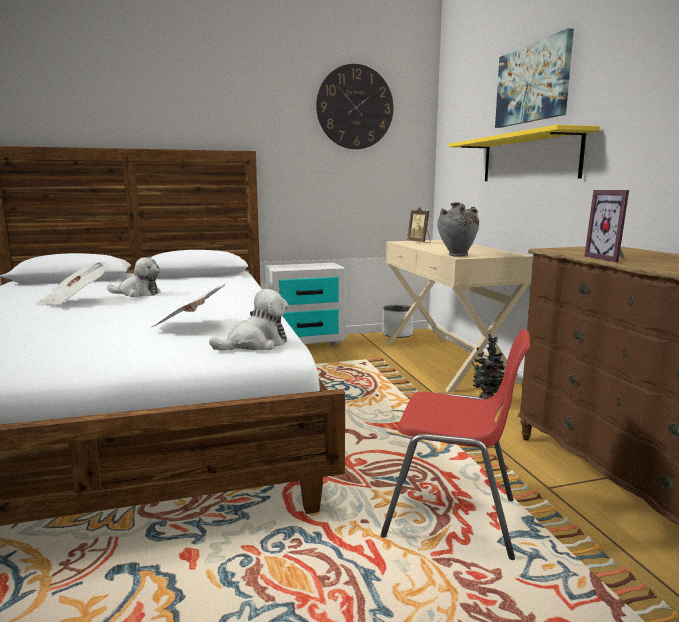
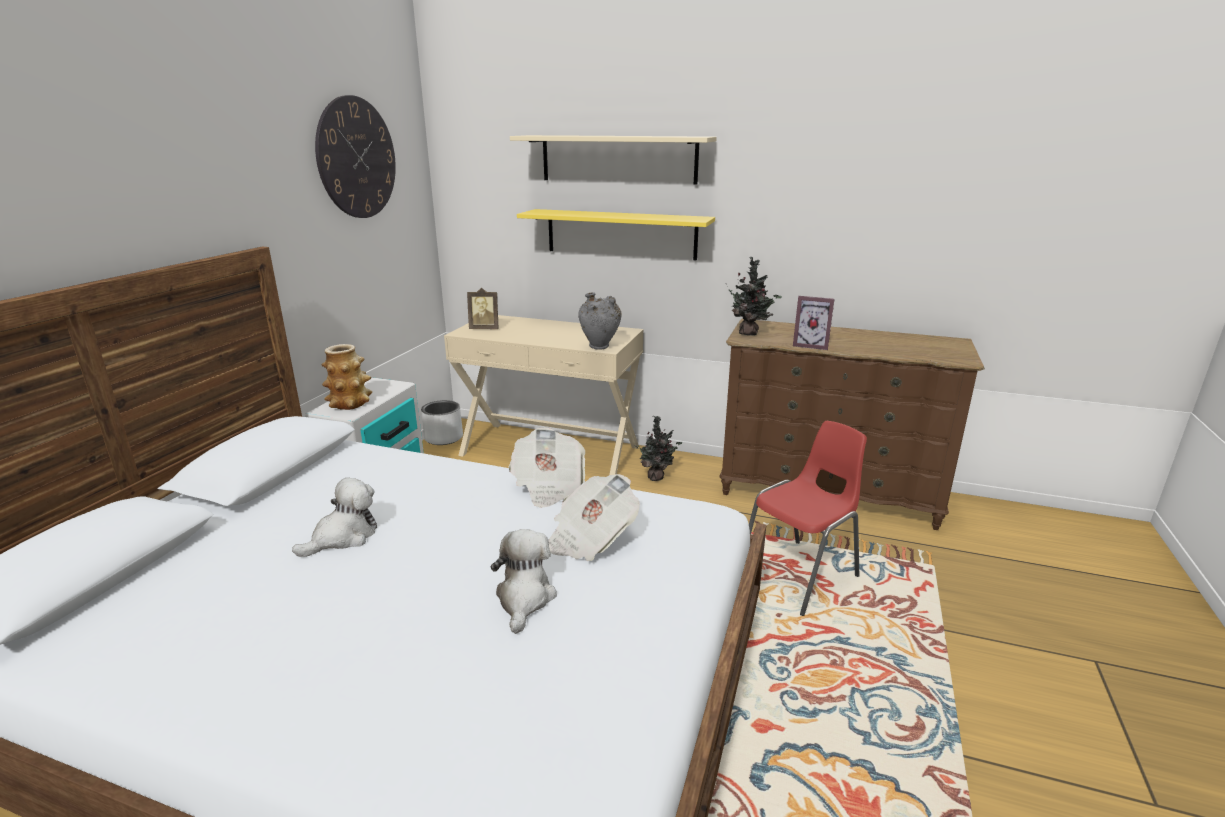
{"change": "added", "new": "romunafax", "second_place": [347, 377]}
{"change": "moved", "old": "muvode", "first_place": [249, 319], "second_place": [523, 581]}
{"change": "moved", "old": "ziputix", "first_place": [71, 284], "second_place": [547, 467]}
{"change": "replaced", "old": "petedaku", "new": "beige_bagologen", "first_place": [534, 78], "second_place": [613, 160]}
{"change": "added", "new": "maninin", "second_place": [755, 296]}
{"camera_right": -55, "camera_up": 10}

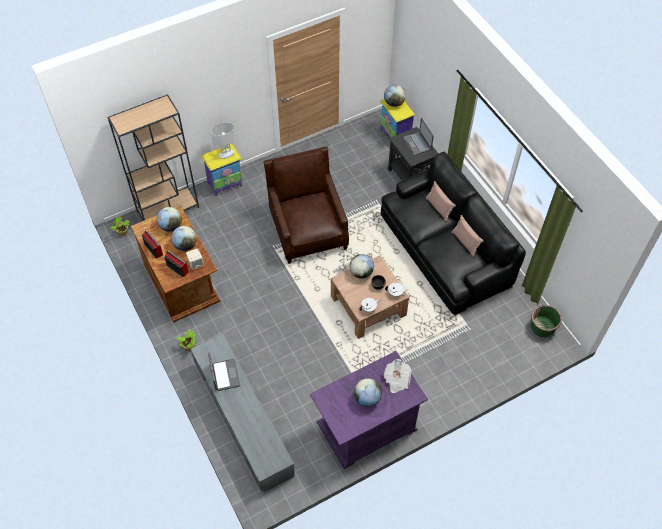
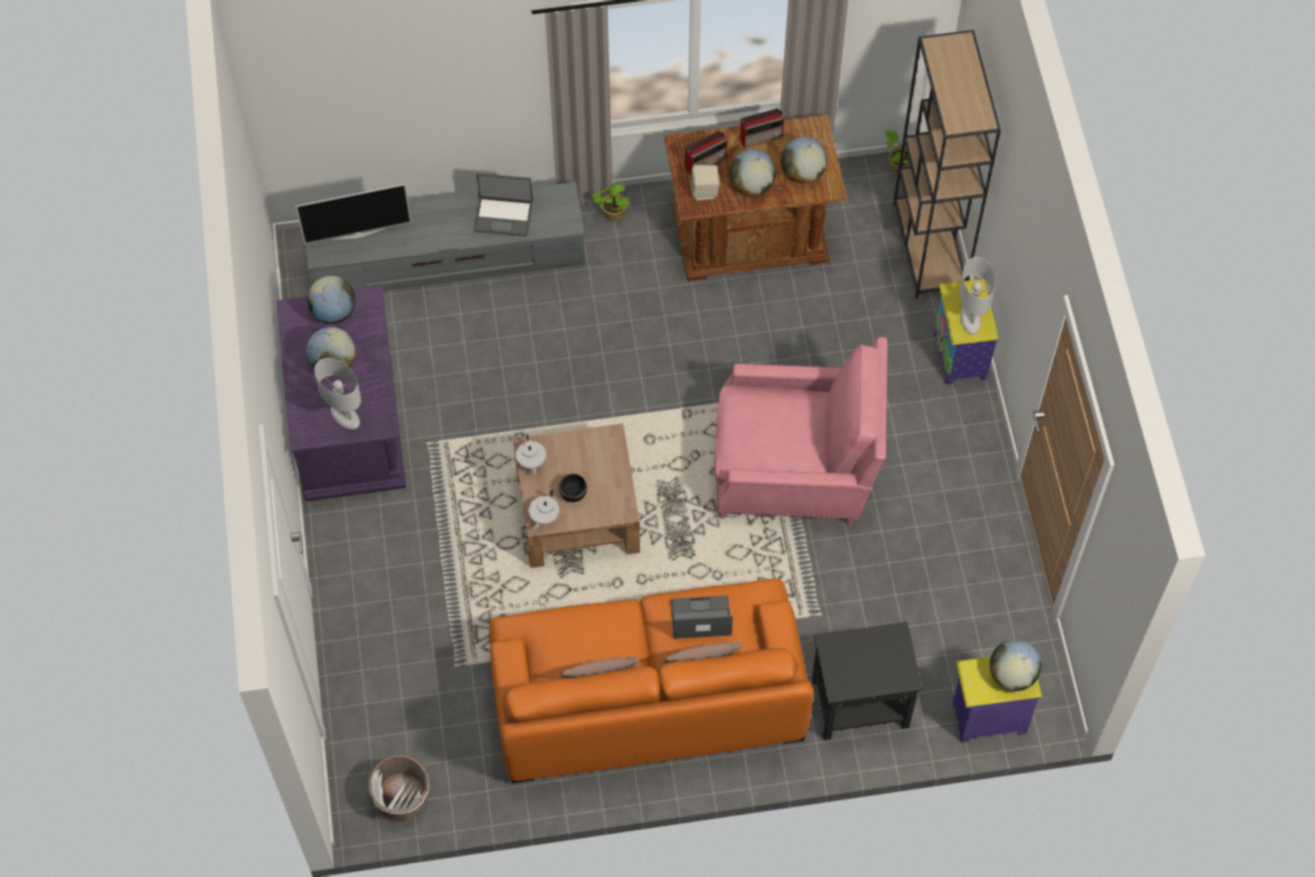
{"change": "added", "new": "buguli", "second_place": [354, 214]}
{"change": "moved", "old": "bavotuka", "first_place": [362, 266], "second_place": [331, 300]}
{"change": "replaced", "old": "ziputix", "new": "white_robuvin", "first_place": [397, 376], "second_place": [337, 394]}
{"change": "recoloured", "old": "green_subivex", "new": "white_subivex", "first_place": [546, 321], "second_place": [398, 787]}
{"change": "recoloured", "old": "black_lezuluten", "new": "orange_lezuluten", "first_place": [453, 233], "second_place": [651, 680]}
{"change": "moved", "old": "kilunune", "first_place": [418, 137], "second_place": [702, 617]}
{"change": "recoloured", "old": "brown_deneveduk", "new": "pink_deneveduk", "first_place": [306, 205], "second_place": [801, 431]}
{"camera_right": 110, "camera_up": 5}

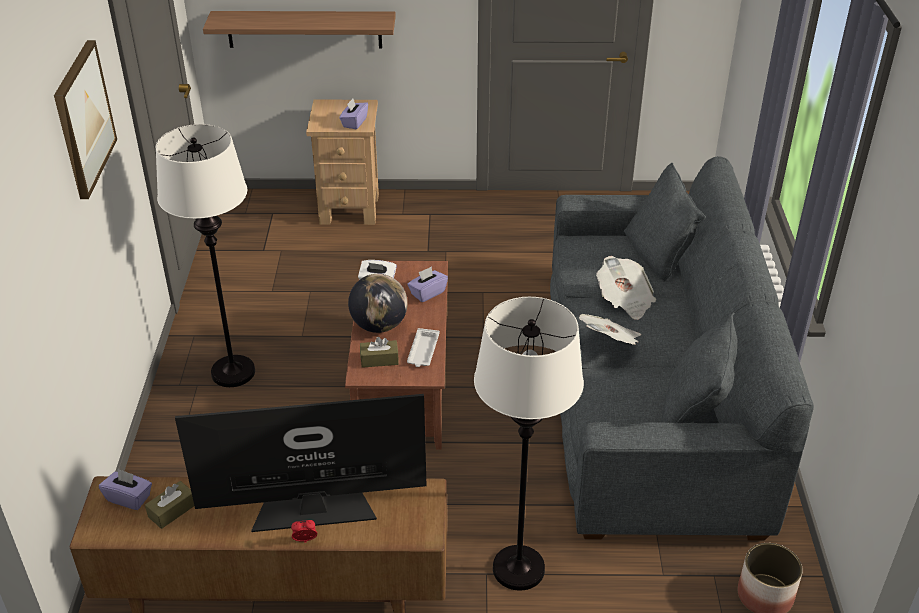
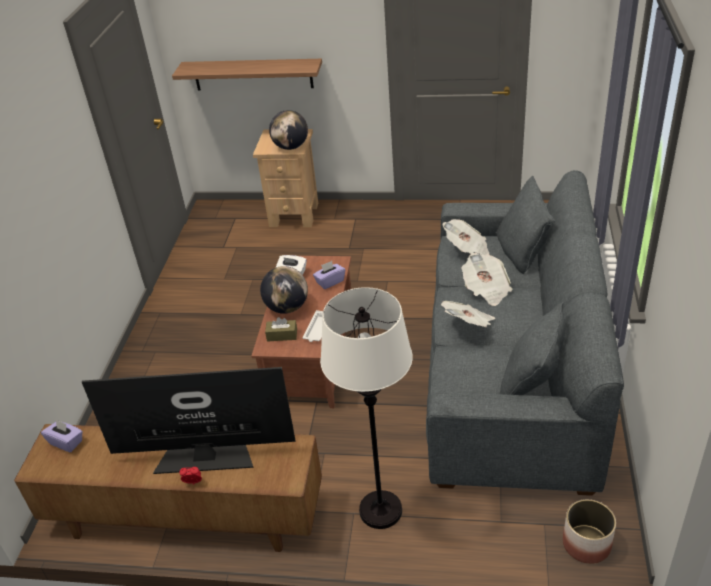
{"change": "replaced", "old": "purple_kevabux", "new": "bavotuka", "first_place": [353, 114], "second_place": [288, 130]}
{"change": "added", "new": "ziputix", "second_place": [466, 237]}
{"change": "removed", "old": "petedaku", "first_place": [85, 119]}
{"change": "removed", "old": "brown_kevabux", "first_place": [169, 505]}
{"change": "removed", "old": "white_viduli", "first_place": [205, 255]}
{"camera_right": 10, "camera_up": 0}

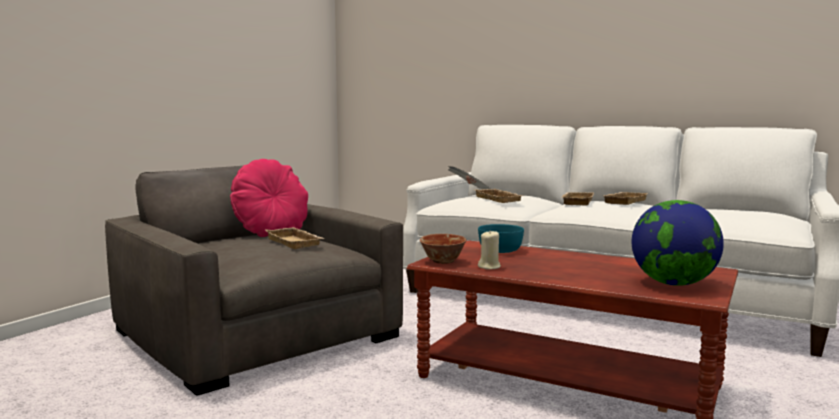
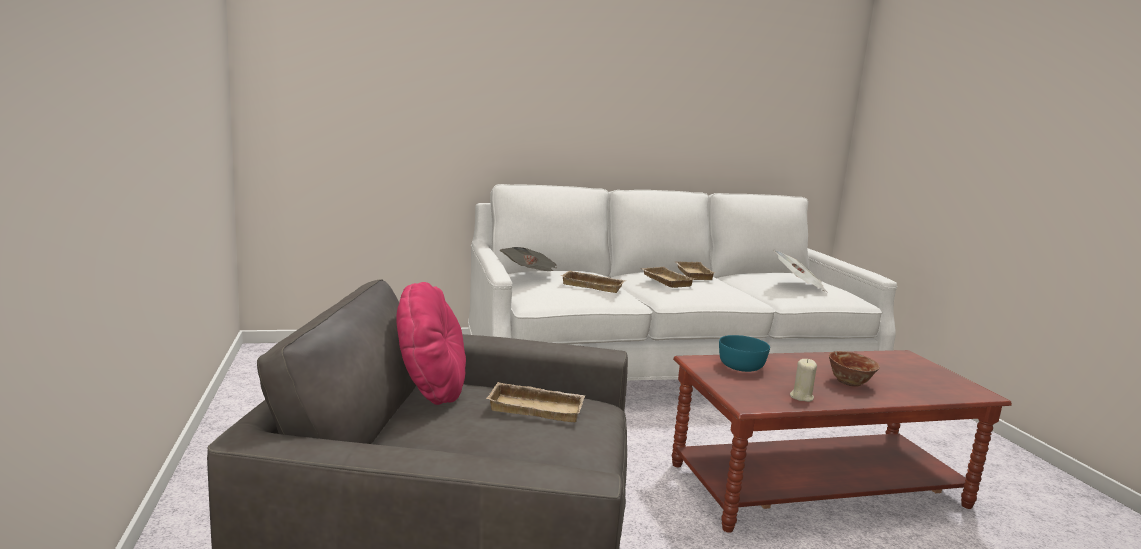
{"change": "added", "new": "ziputix", "second_place": [800, 270]}
{"change": "moved", "old": "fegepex", "first_place": [443, 249], "second_place": [854, 369]}
{"change": "removed", "old": "bavotuka", "first_place": [678, 243]}
{"camera_right": -45, "camera_up": 5}

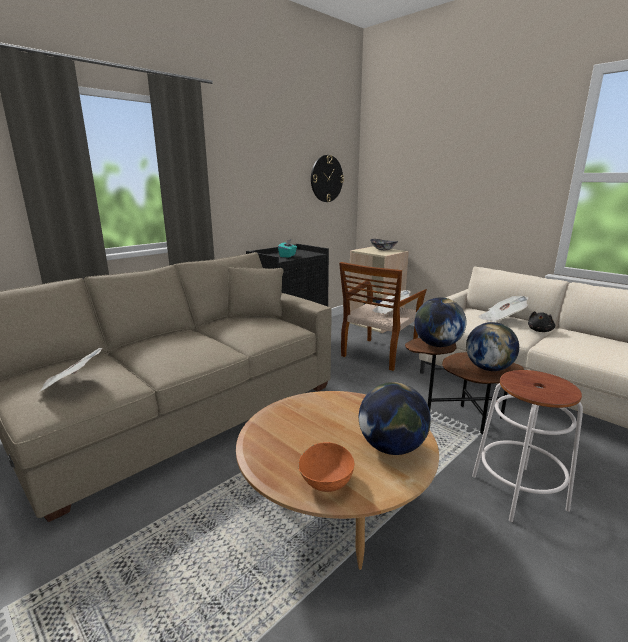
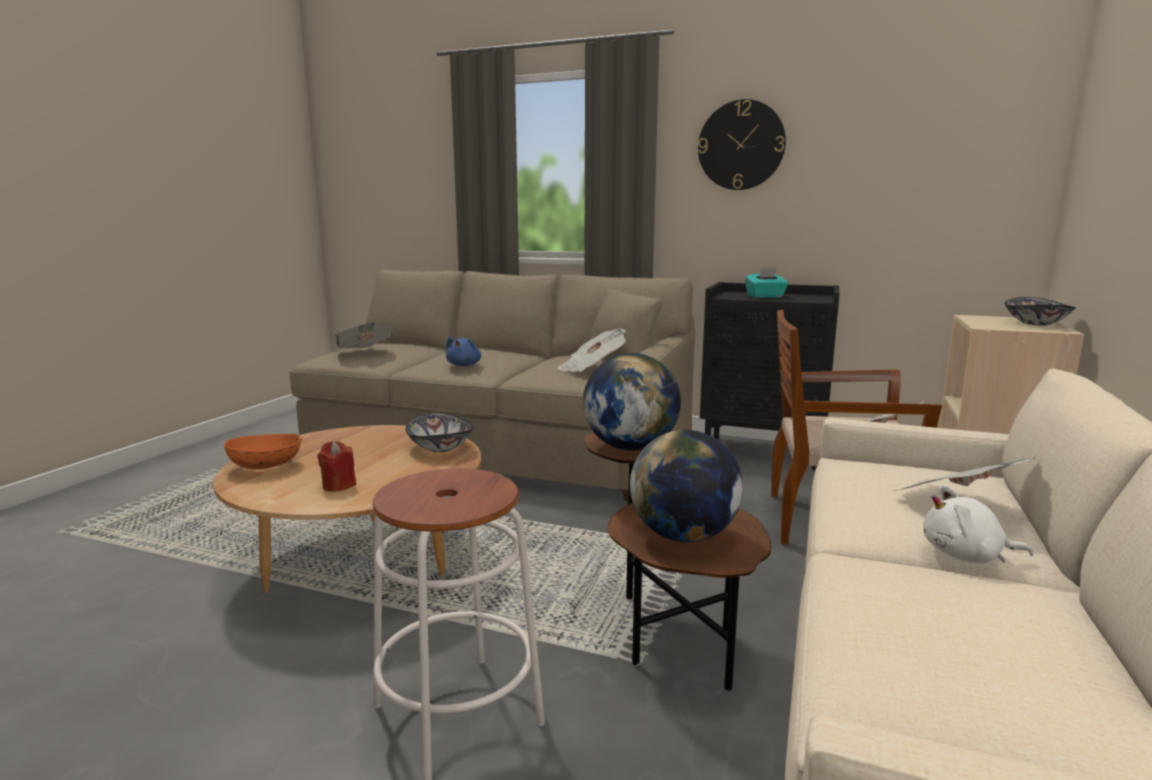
{"change": "replaced", "old": "bavotuka", "new": "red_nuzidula", "first_place": [395, 418], "second_place": [337, 466]}
{"change": "added", "new": "fegepex", "second_place": [440, 432]}
{"change": "added", "new": "blue_muvode", "second_place": [464, 351]}
{"change": "added", "new": "ziputix", "second_place": [592, 350]}
{"change": "moved", "old": "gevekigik", "first_place": [327, 178], "second_place": [742, 144]}
{"change": "recoloured", "old": "black_muvode", "new": "white_muvode", "first_place": [541, 321], "second_place": [978, 524]}
{"camera_right": 65, "camera_up": -5}

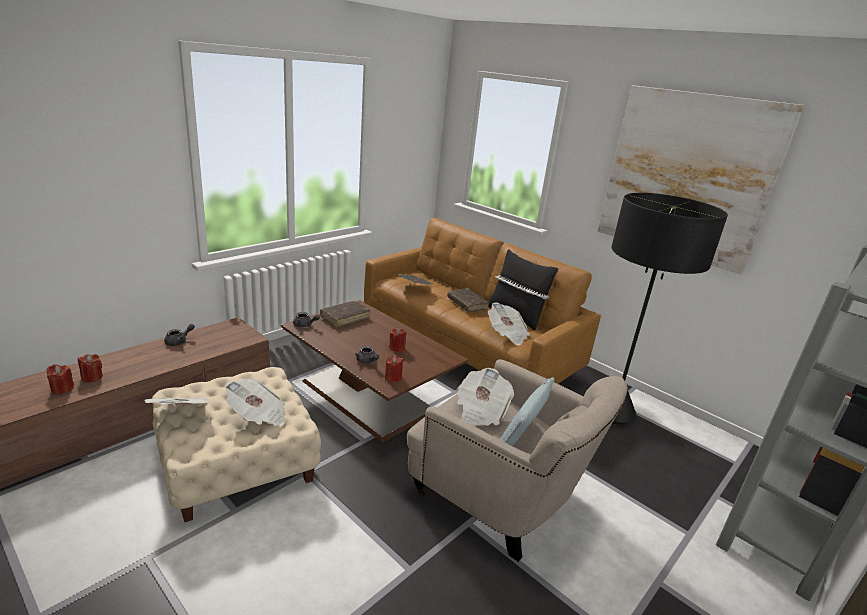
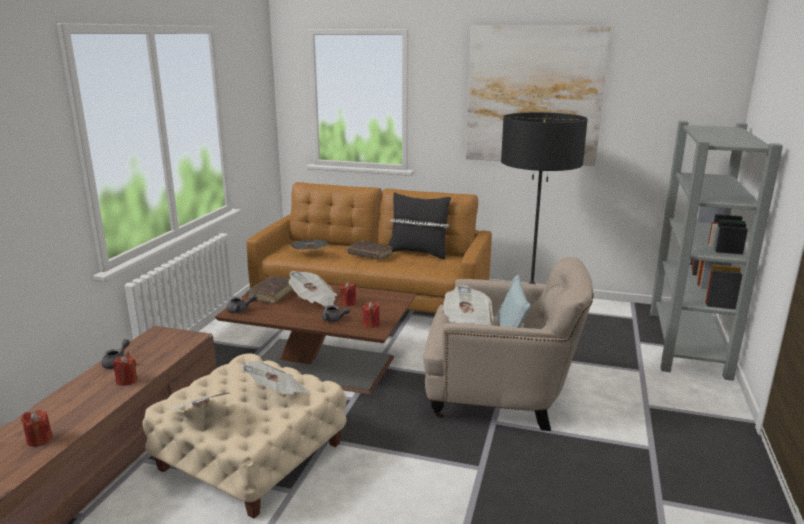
{"change": "moved", "old": "red_nuzidula", "first_place": [90, 368], "second_place": [125, 370]}
{"change": "moved", "old": "ziputix", "first_place": [509, 324], "second_place": [313, 289]}
{"camera_right": -25, "camera_up": -5}

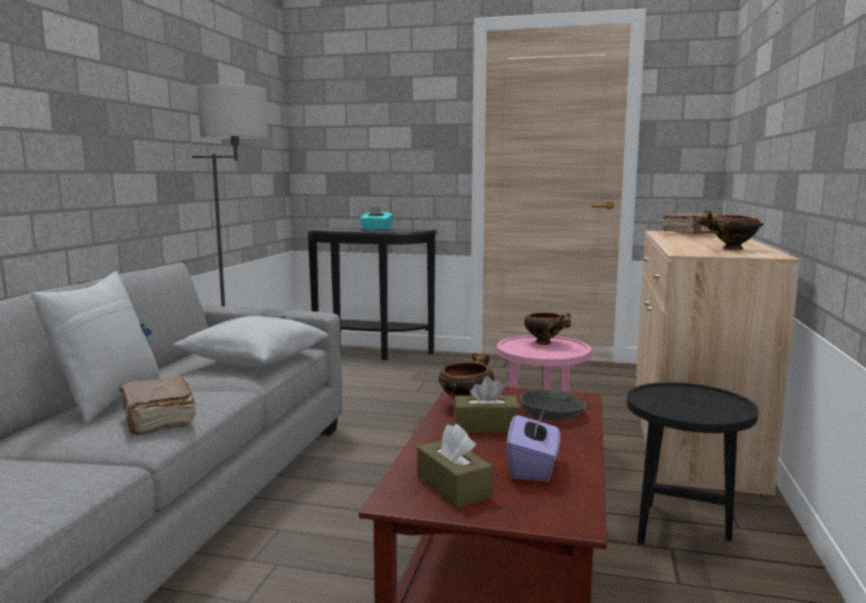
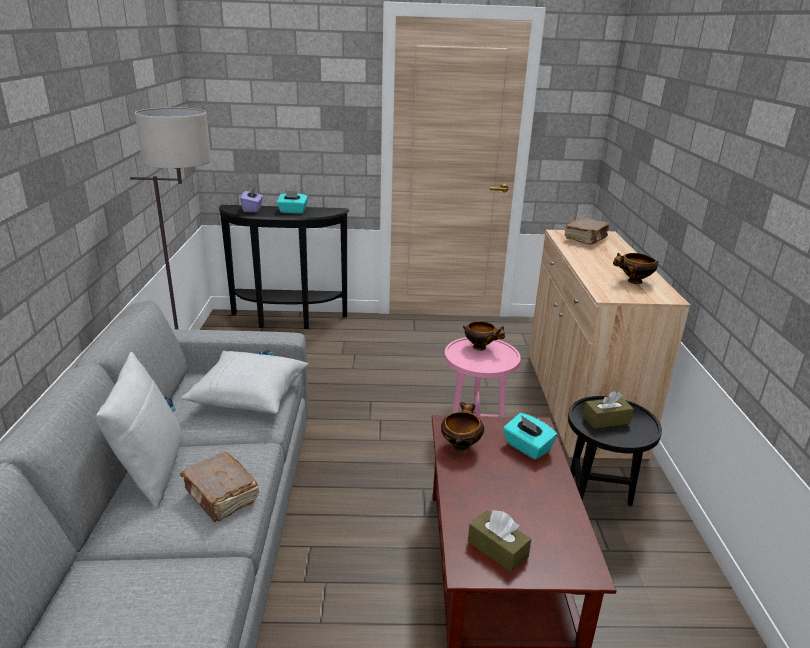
{"change": "moved", "old": "purple_kevabux", "first_place": [533, 446], "second_place": [251, 199]}
{"change": "replaced", "old": "grey_fegepex", "new": "turquoise_kevabux", "first_place": [553, 405], "second_place": [530, 436]}
{"change": "moved", "old": "brown_kevabux", "first_place": [487, 404], "second_place": [608, 410]}
{"camera_right": -15, "camera_up": 15}

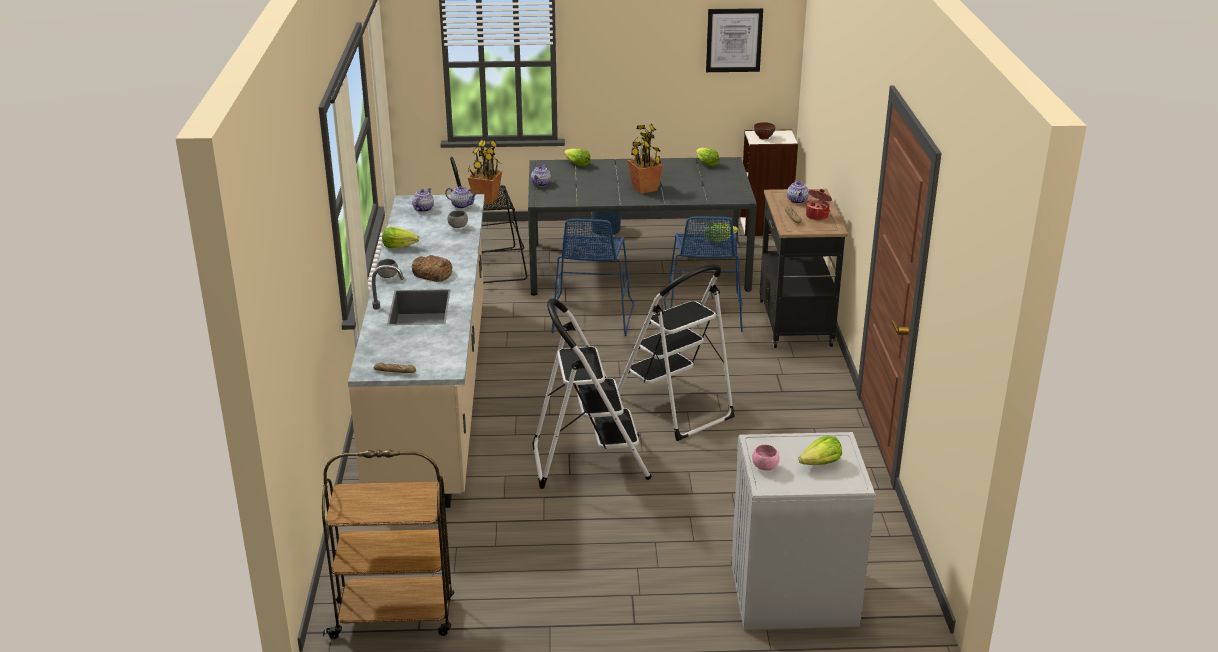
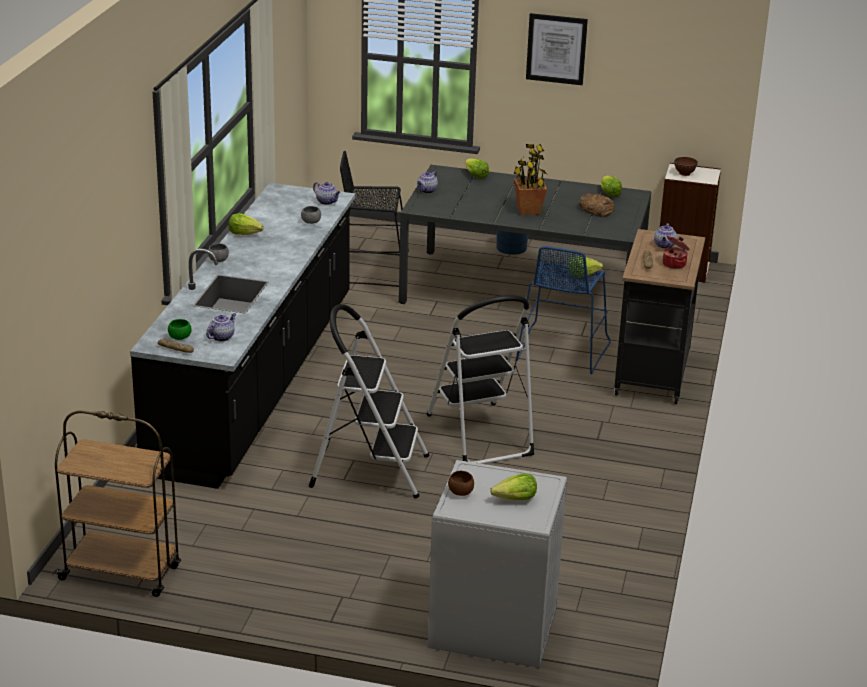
{"change": "recoloured", "old": "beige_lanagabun", "new": "black_lanagabun", "first_place": [416, 351], "second_place": [243, 336]}
{"change": "added", "new": "green_fegepex", "second_place": [180, 329]}
{"change": "moved", "old": "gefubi", "first_place": [423, 200], "second_place": [221, 327]}
{"change": "recoloured", "old": "pink_fegepex", "new": "brown_fegepex", "first_place": [766, 457], "second_place": [461, 483]}
{"change": "moved", "old": "petedaku", "first_place": [734, 40], "second_place": [557, 49]}
{"change": "moved", "old": "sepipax", "first_place": [432, 268], "second_place": [597, 205]}
{"change": "removed", "old": "maninin", "first_place": [485, 172]}
{"change": "removed", "old": "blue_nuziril", "first_place": [593, 277]}
{"camera_right": 15, "camera_up": 0}

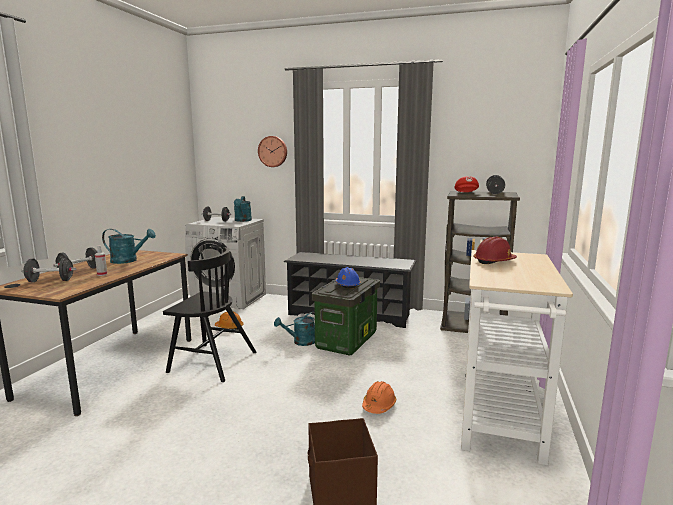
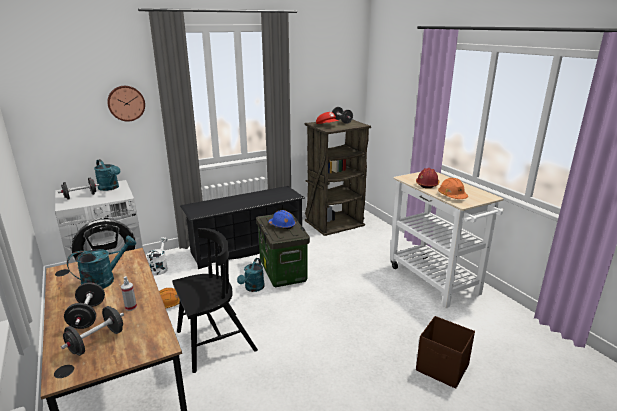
{"change": "added", "new": "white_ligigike", "second_place": [157, 256]}
{"change": "moved", "old": "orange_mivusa", "first_place": [379, 397], "second_place": [453, 188]}
{"camera_right": -45, "camera_up": 10}

